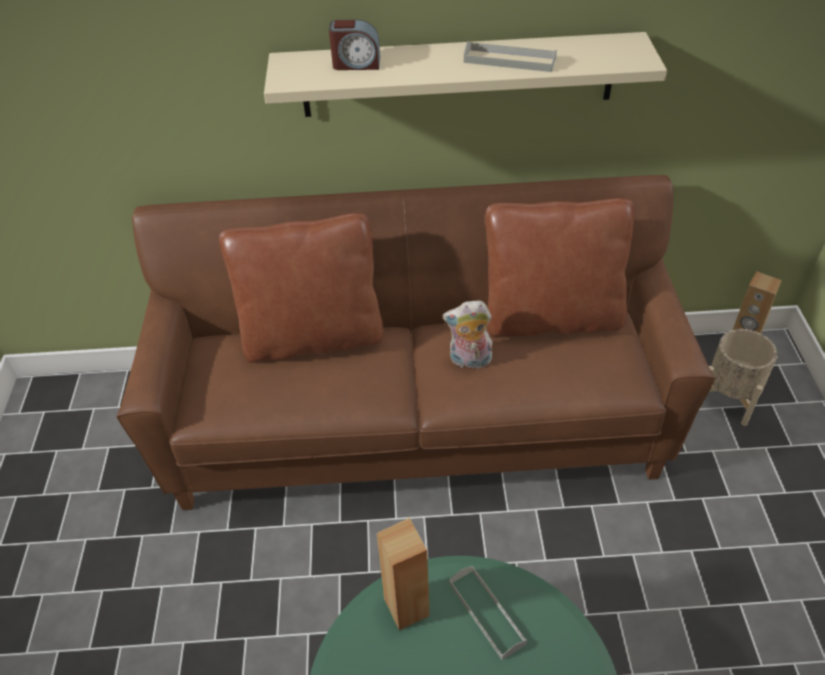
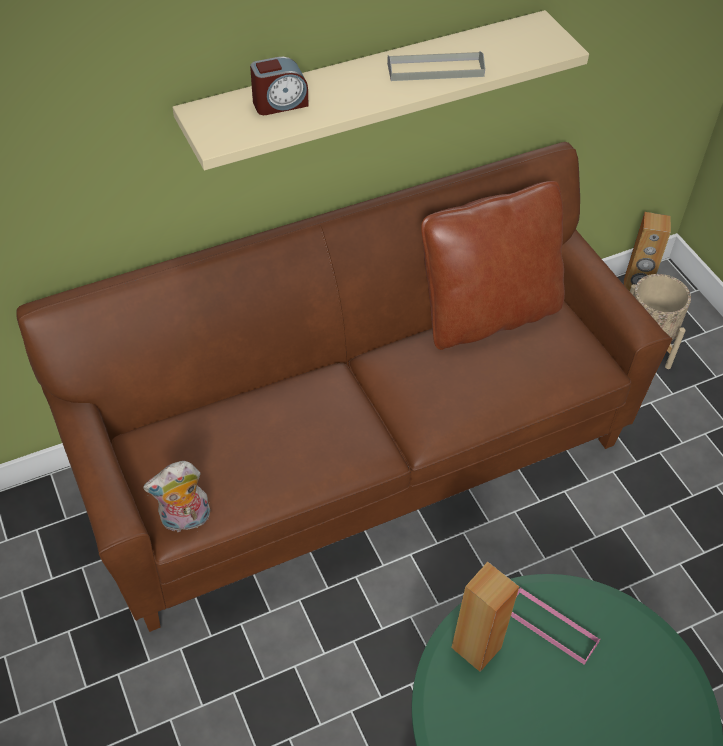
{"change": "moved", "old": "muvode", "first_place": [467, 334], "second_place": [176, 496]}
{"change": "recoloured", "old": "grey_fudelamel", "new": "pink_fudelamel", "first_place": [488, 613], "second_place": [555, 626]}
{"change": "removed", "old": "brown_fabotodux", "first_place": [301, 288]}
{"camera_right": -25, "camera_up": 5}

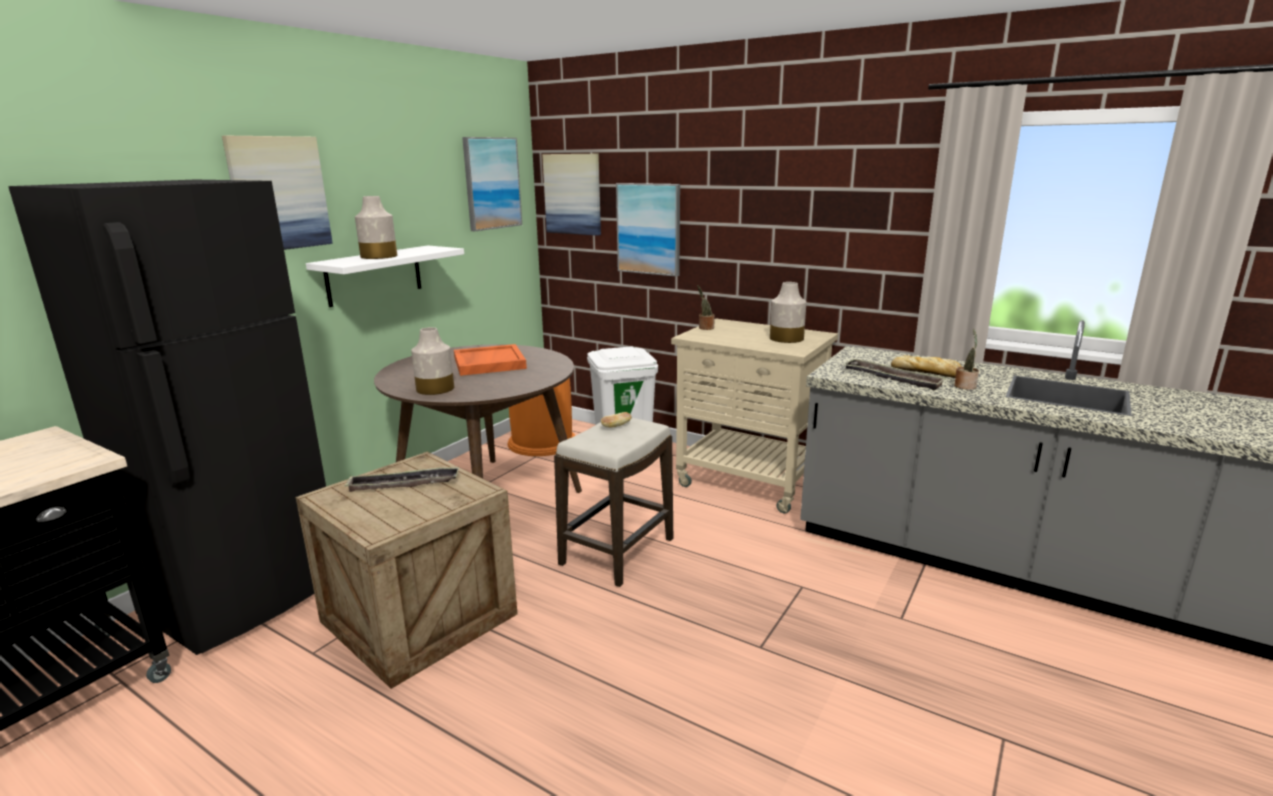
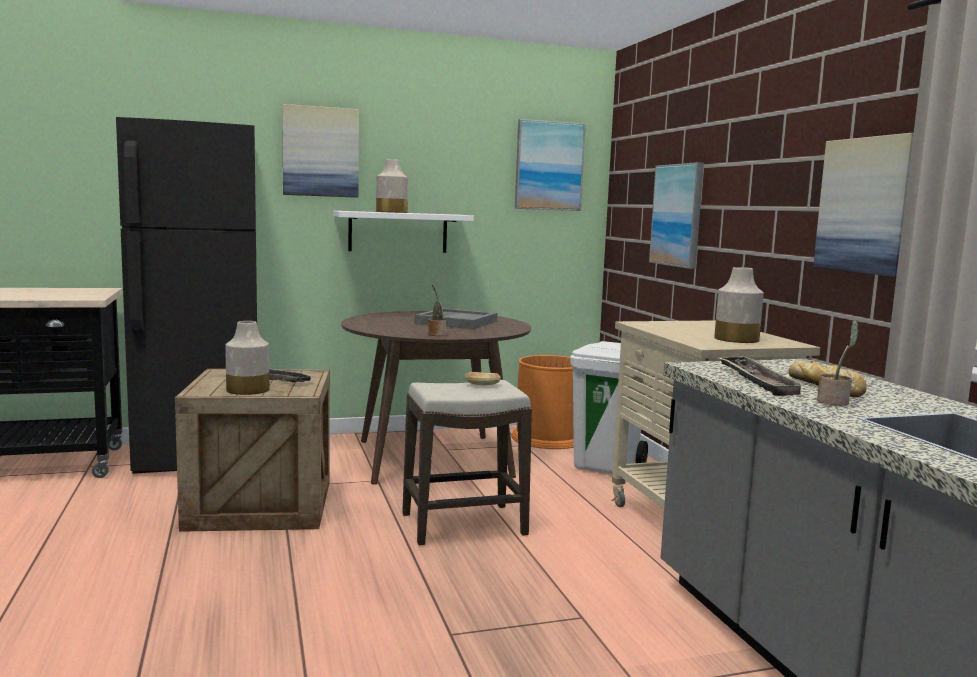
{"change": "moved", "old": "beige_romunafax", "first_place": [432, 361], "second_place": [247, 358]}
{"change": "recoloured", "old": "orange_fudelamel", "new": "grey_fudelamel", "first_place": [490, 360], "second_place": [456, 318]}
{"change": "moved", "old": "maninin", "first_place": [706, 307], "second_place": [437, 310]}
{"change": "moved", "old": "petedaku", "first_place": [571, 195], "second_place": [863, 205]}
{"camera_right": 40, "camera_up": -10}

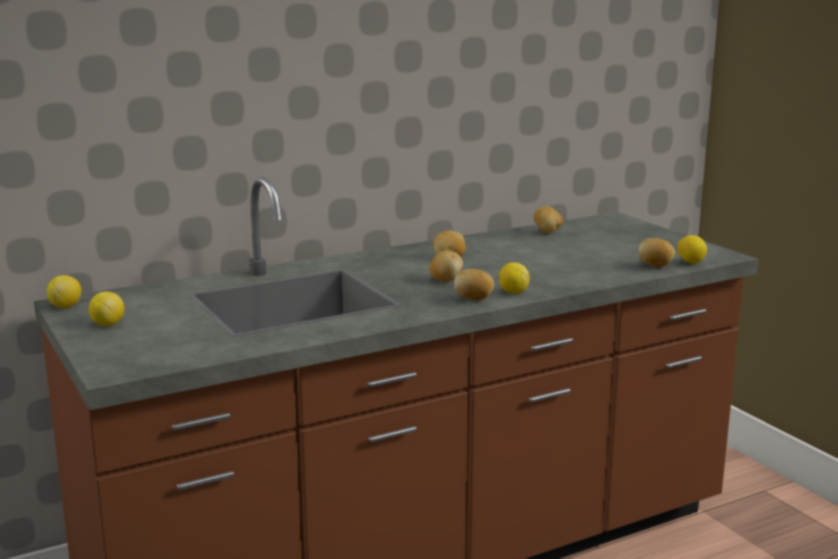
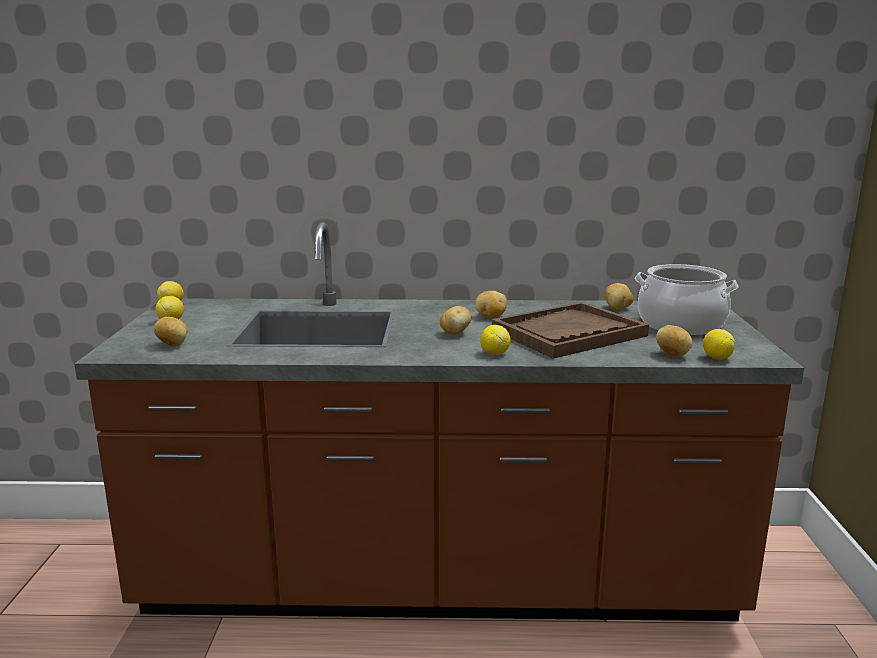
{"change": "moved", "old": "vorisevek", "first_place": [474, 285], "second_place": [170, 331]}
{"change": "added", "new": "brown_fudelamel", "second_place": [570, 330]}
{"change": "added", "new": "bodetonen", "second_place": [687, 299]}
{"camera_right": 30, "camera_up": 0}

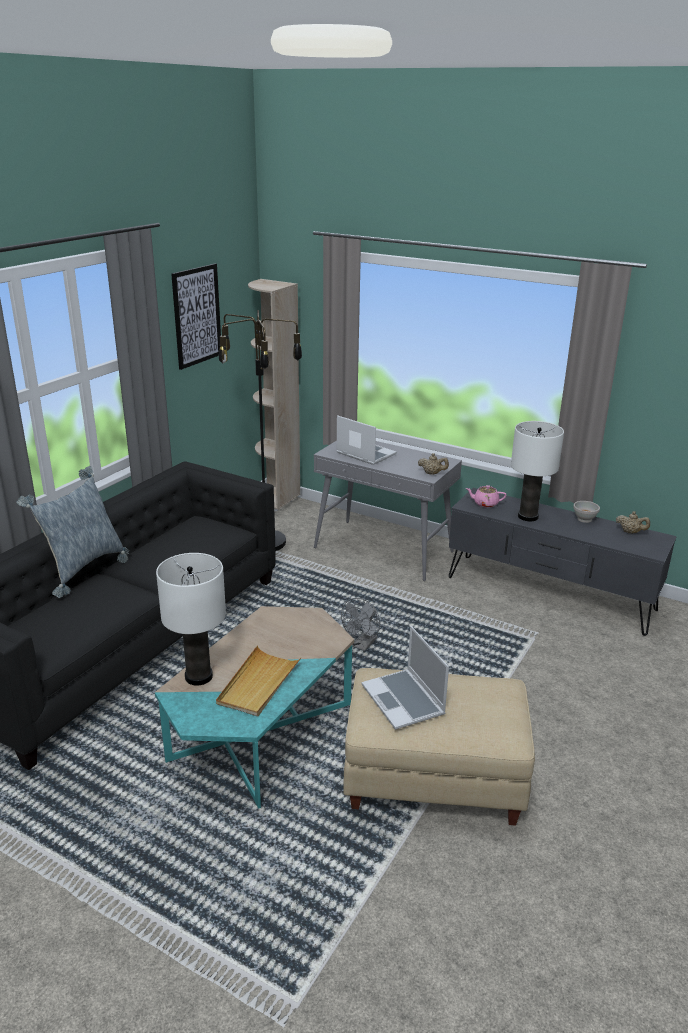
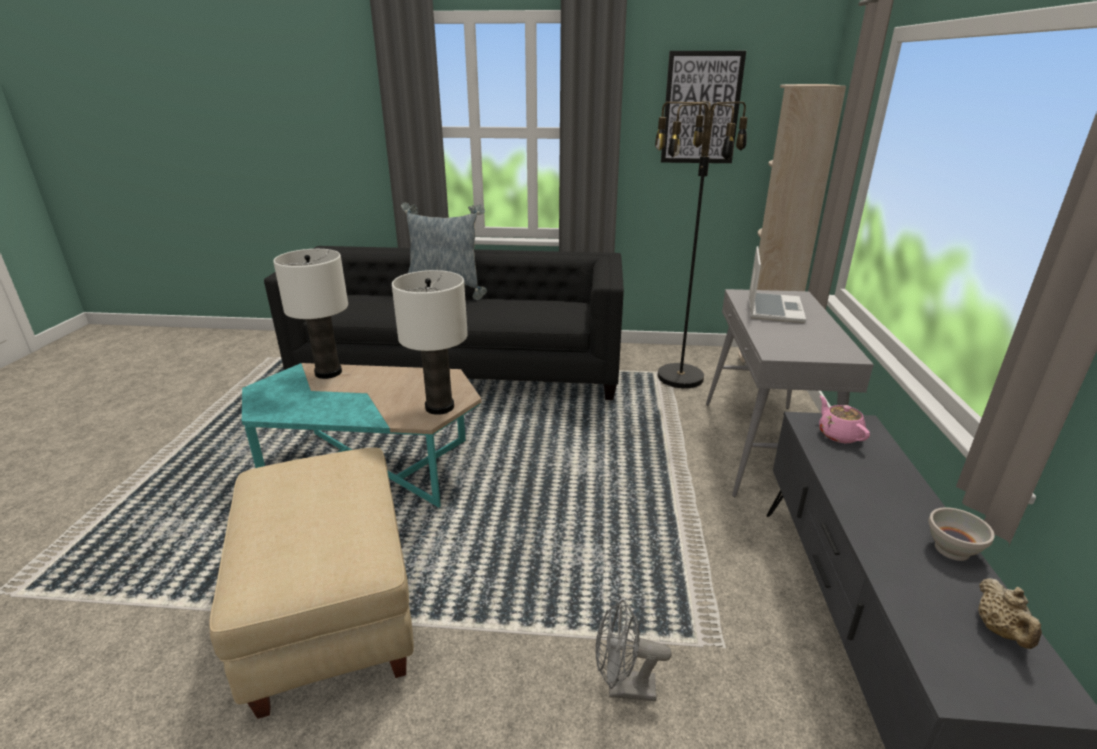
{"change": "moved", "old": "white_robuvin", "first_place": [537, 471], "second_place": [430, 342]}
{"change": "moved", "old": "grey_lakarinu", "first_place": [360, 624], "second_place": [634, 650]}
{"change": "removed", "old": "beige_fudelamel", "first_place": [258, 681]}
{"change": "removed", "old": "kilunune", "first_place": [405, 678]}
{"change": "removed", "old": "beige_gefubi", "first_place": [433, 464]}
{"camera_right": 65, "camera_up": 0}

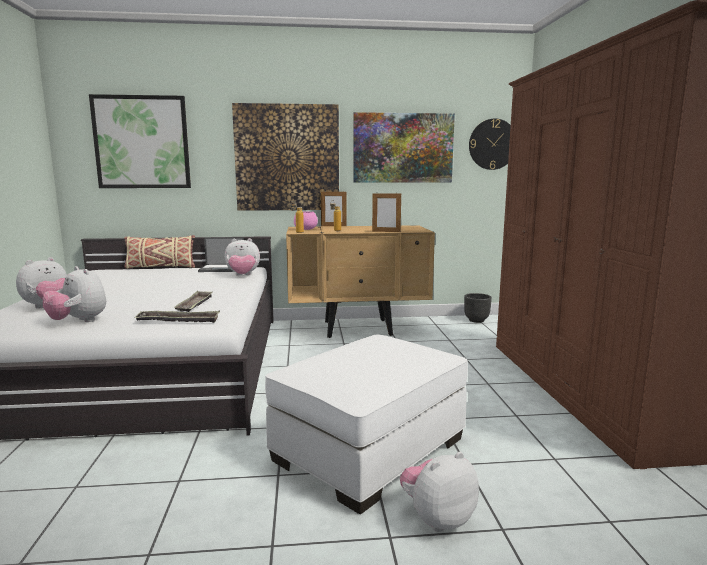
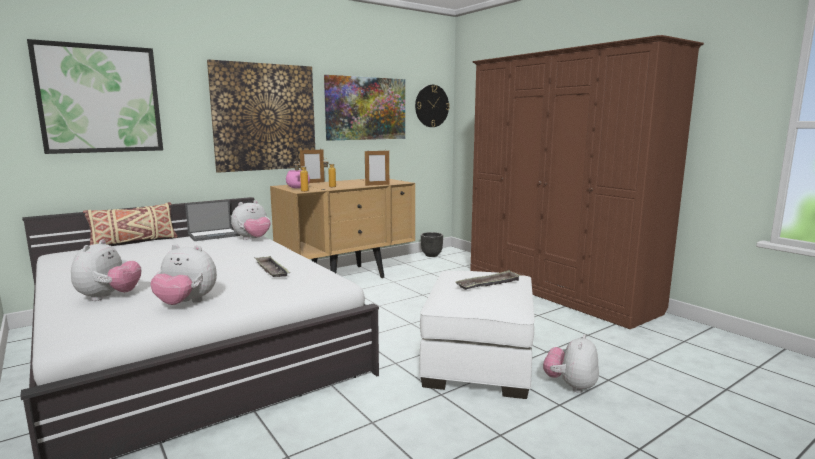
{"change": "moved", "old": "fudelamel", "first_place": [177, 317], "second_place": [488, 280]}
{"camera_right": -30, "camera_up": 0}

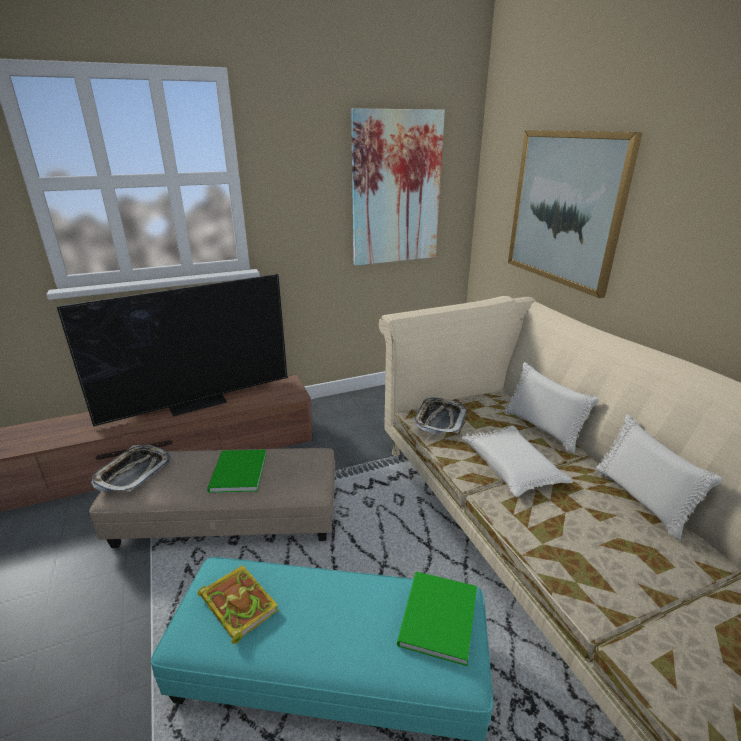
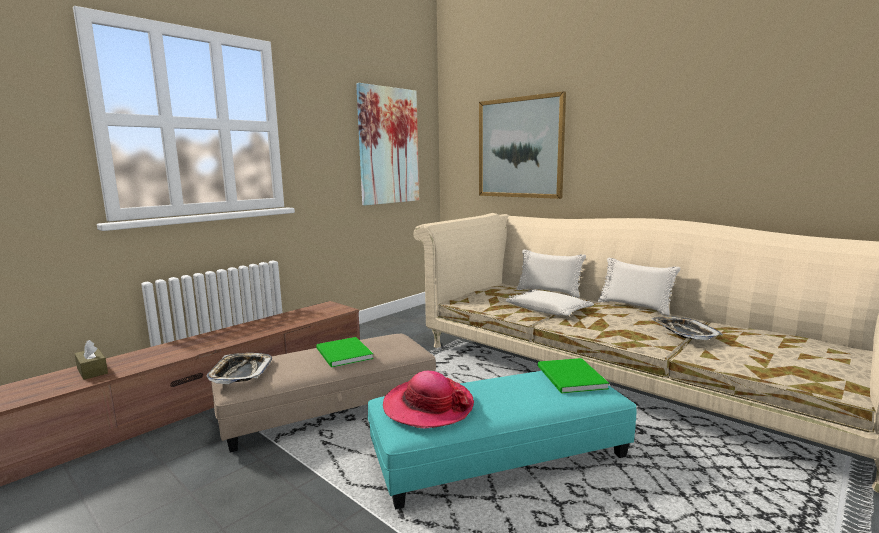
{"change": "added", "new": "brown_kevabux", "second_place": [91, 360]}
{"change": "replaced", "old": "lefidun", "new": "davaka", "first_place": [237, 604], "second_place": [428, 399]}
{"change": "moved", "old": "fudelamel", "first_place": [440, 415], "second_place": [687, 328]}
{"change": "removed", "old": "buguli", "first_place": [172, 350]}
{"camera_right": -25, "camera_up": -15}

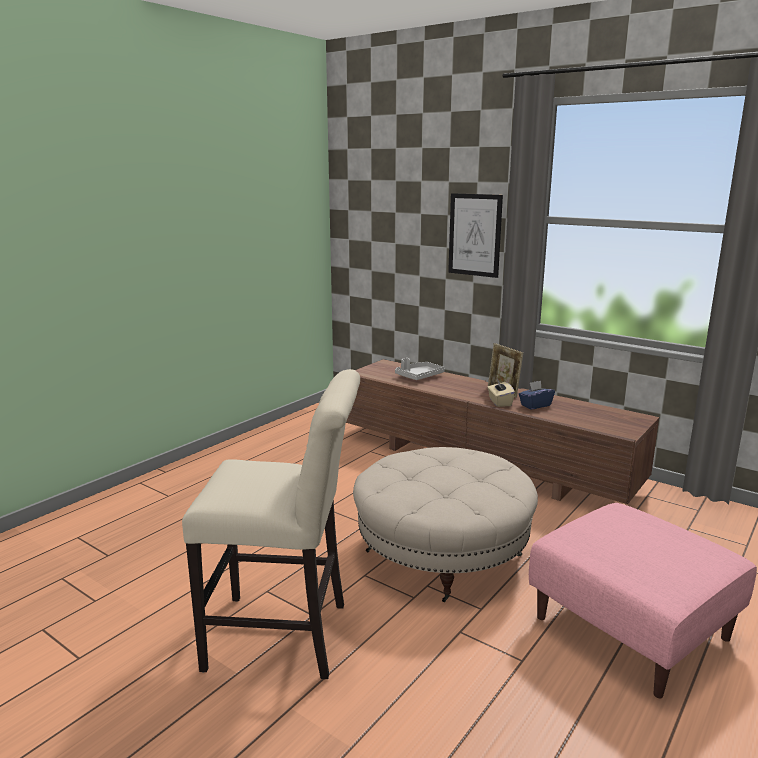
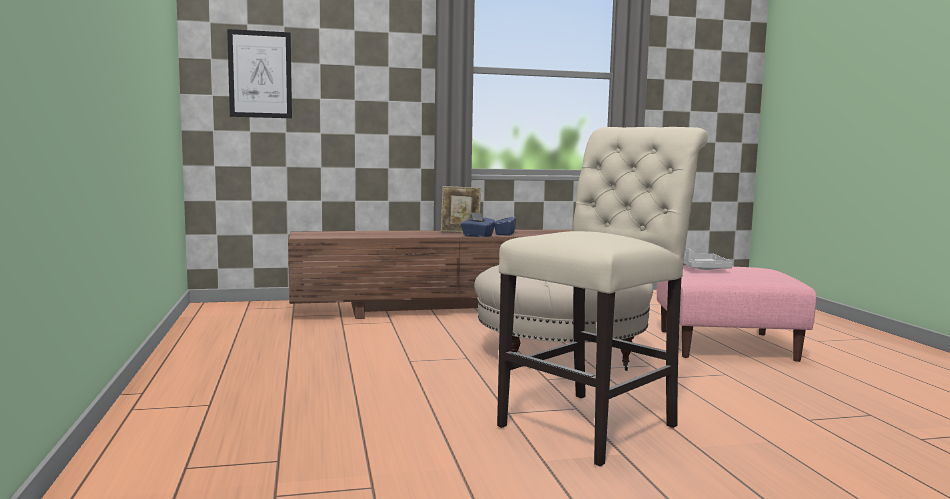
{"change": "moved", "old": "petedaku", "first_place": [475, 235], "second_place": [259, 73]}
{"change": "recoloured", "old": "beige_kevabux", "new": "blue_kevabux", "first_place": [501, 393], "second_place": [478, 224]}
{"change": "moved", "old": "grey_fudelamel", "first_place": [420, 369], "second_place": [707, 259]}
{"camera_right": -50, "camera_up": -10}

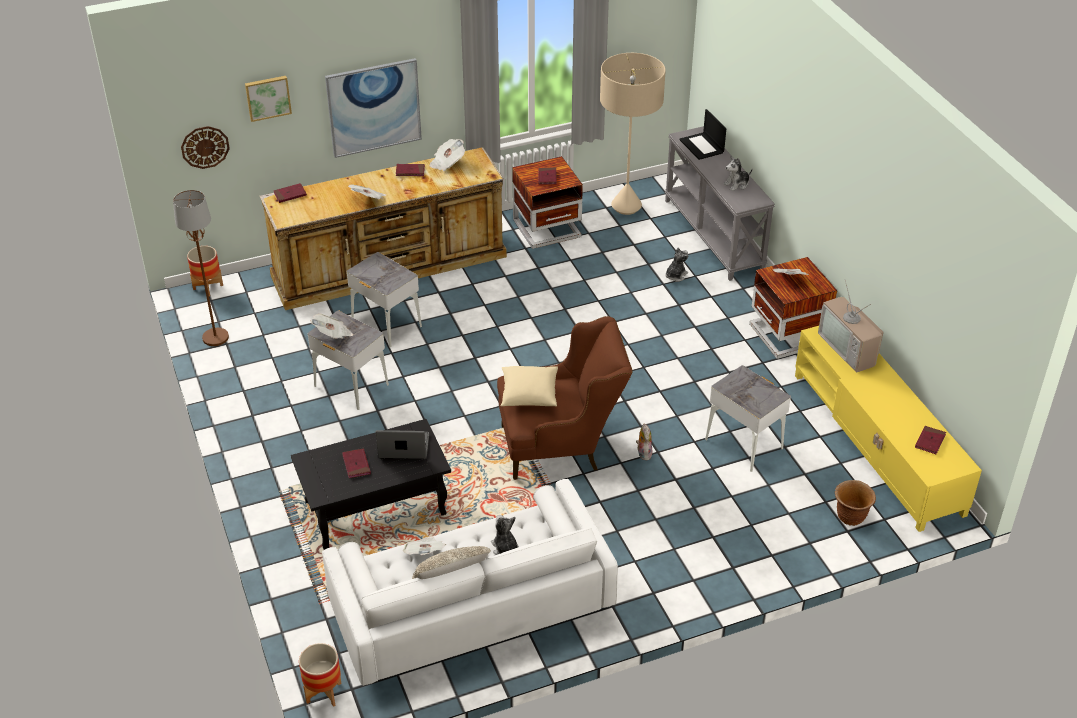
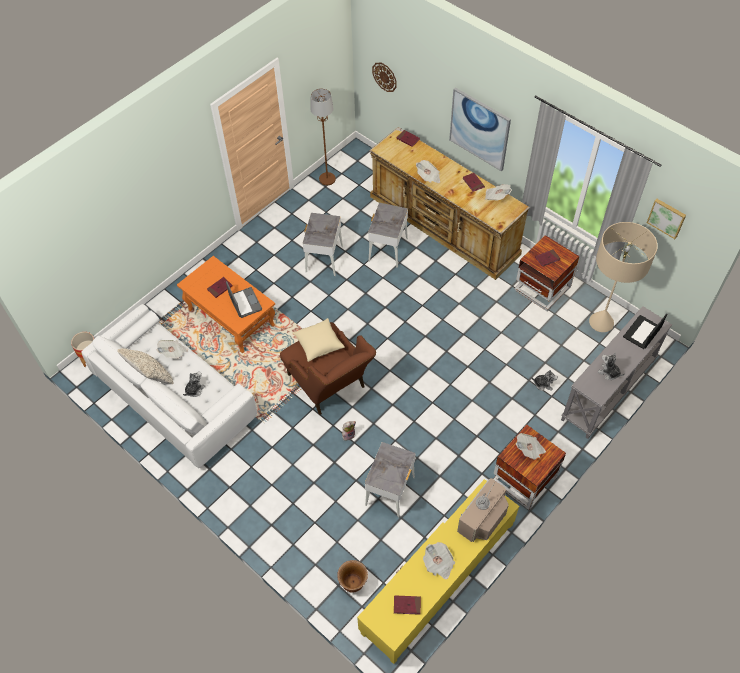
{"change": "recoloured", "old": "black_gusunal", "new": "orange_gusunal", "first_place": [371, 484], "second_place": [226, 304]}
{"change": "moved", "old": "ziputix", "first_place": [331, 326], "second_place": [439, 560]}
{"change": "moved", "old": "petedaku", "first_place": [268, 99], "second_place": [666, 219]}
{"change": "removed", "old": "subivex", "first_place": [205, 271]}
{"camera_right": 65, "camera_up": 15}

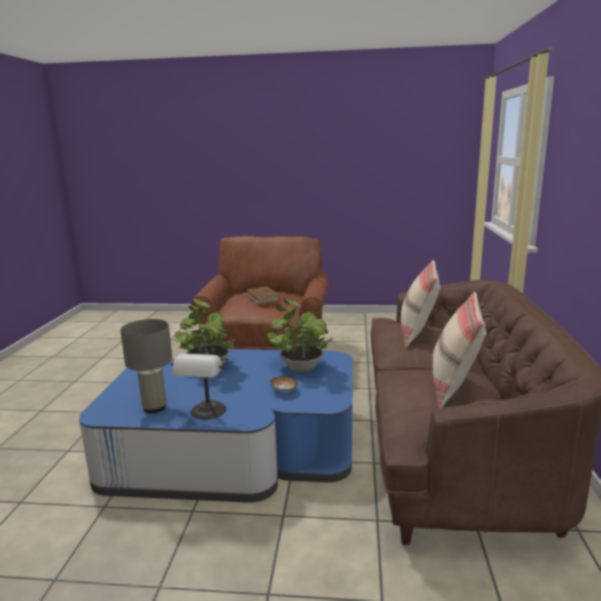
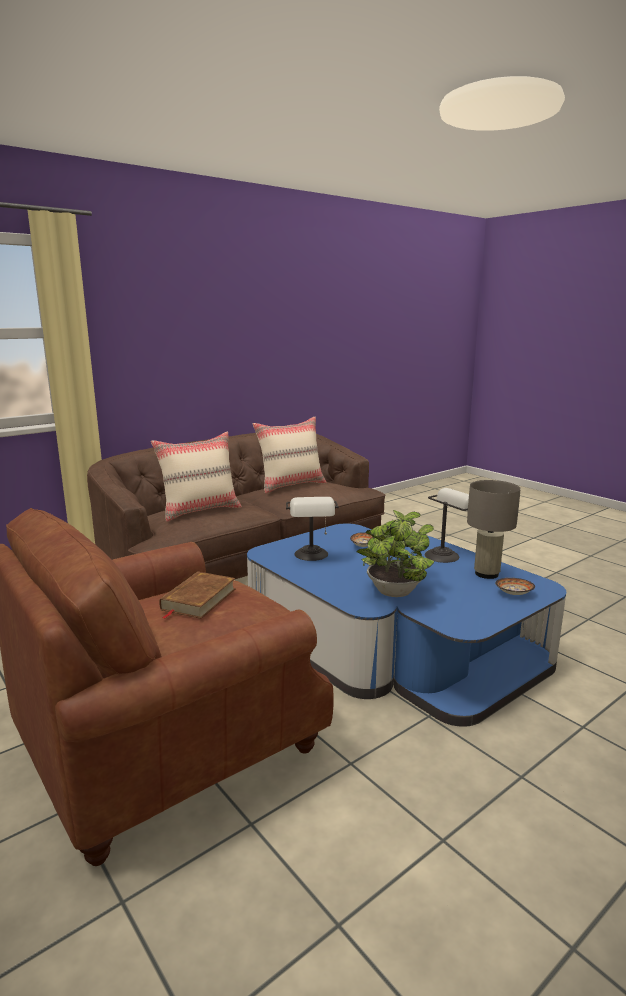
{"change": "replaced", "old": "maninin", "new": "robuvin", "first_place": [300, 335], "second_place": [312, 529]}
{"change": "added", "new": "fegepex", "second_place": [515, 586]}
{"camera_right": -135, "camera_up": 0}

